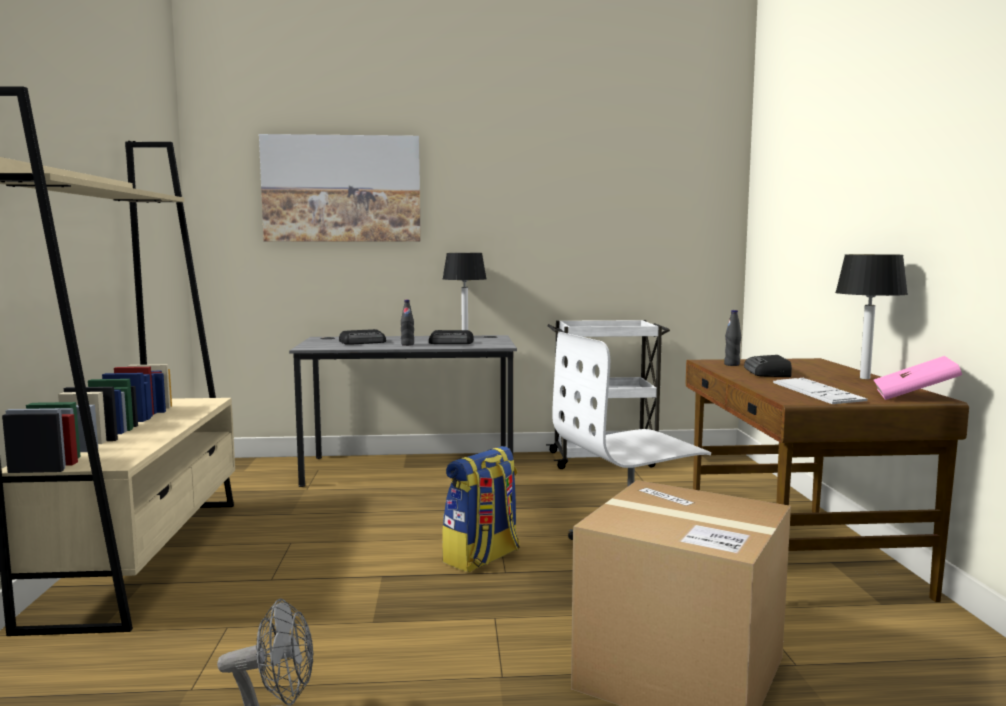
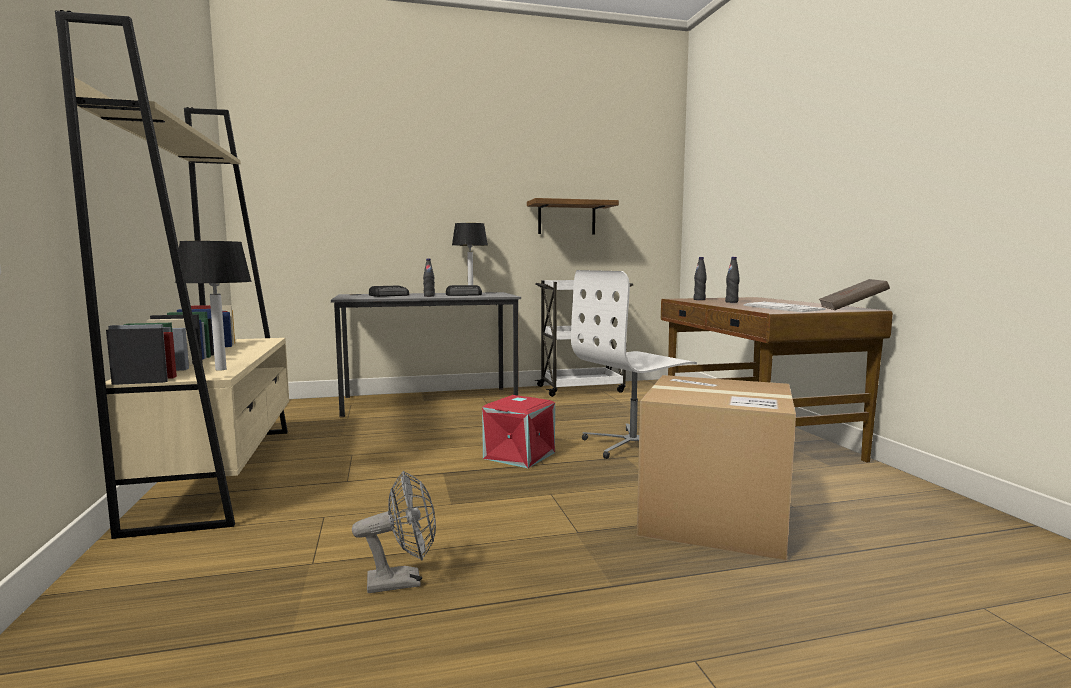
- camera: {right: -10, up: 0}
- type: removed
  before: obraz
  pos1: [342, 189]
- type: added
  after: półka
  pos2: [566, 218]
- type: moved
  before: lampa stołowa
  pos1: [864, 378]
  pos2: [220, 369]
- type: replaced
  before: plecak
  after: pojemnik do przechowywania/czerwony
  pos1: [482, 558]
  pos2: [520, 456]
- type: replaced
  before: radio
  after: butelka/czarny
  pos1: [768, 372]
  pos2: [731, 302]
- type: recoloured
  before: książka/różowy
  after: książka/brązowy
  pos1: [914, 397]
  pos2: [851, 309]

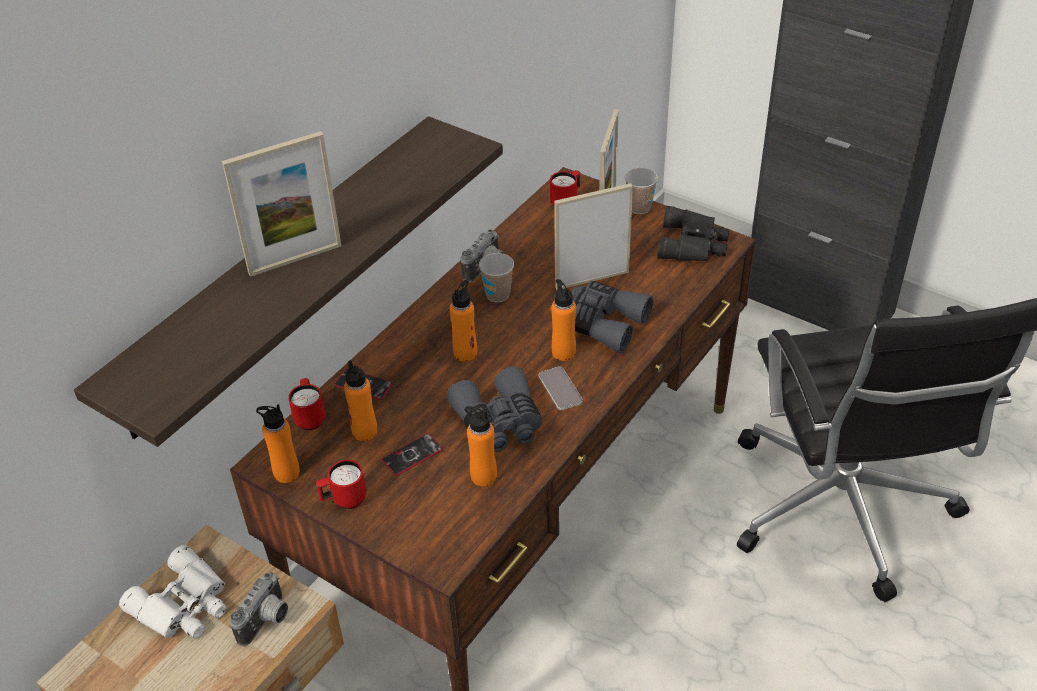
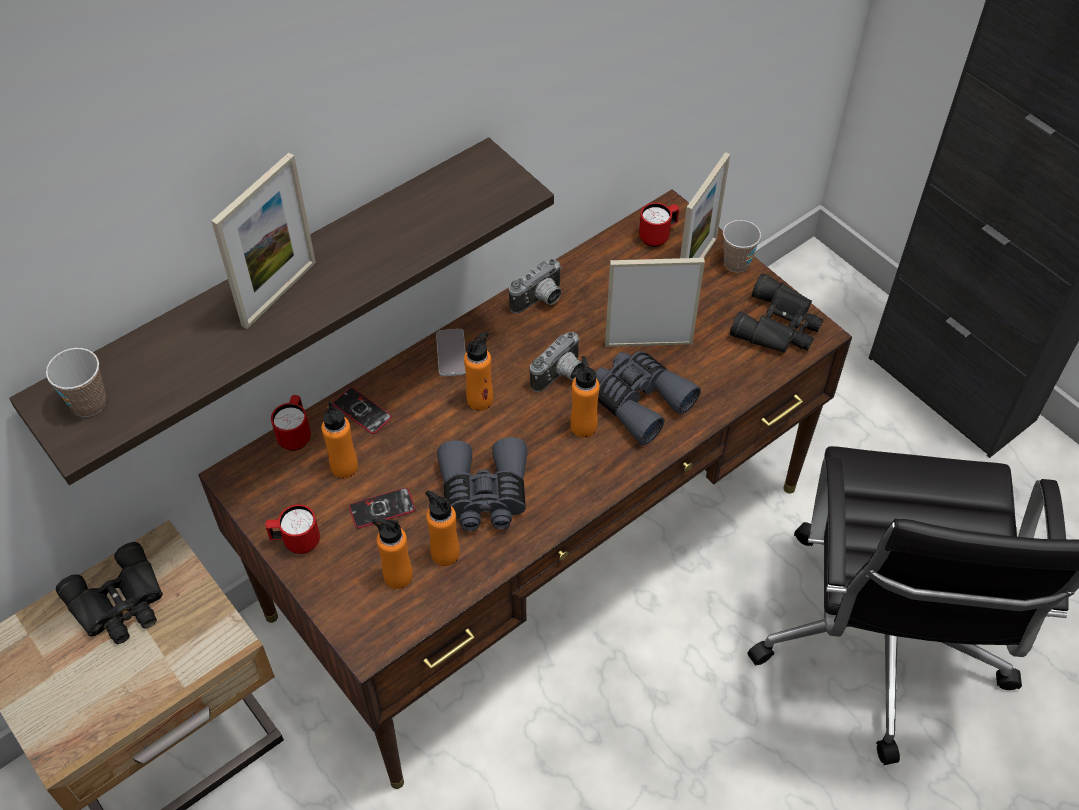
- camera: {right: 15, up: 10}
- type: moved
  before: aparat fotograficzny
  pos1: [267, 621]
  pos2: [560, 376]
- type: moved
  before: butelka/pomarańczowy
  pos1: [286, 473]
  pos2: [398, 576]
- type: moved
  before: filiżanka
  pos1: [497, 295]
  pos2: [89, 403]
- type: moved
  before: telefon
  pos1: [560, 389]
  pos2: [451, 353]
- type: recoloured
  before: lornetka/biały
  after: lornetka/czarny
  pos1: [184, 605]
  pos2: [120, 604]
- type: turned
  before: ramka na zdjęcie
  pos1: [295, 259]
  pos2: [279, 293]
  turn: -45

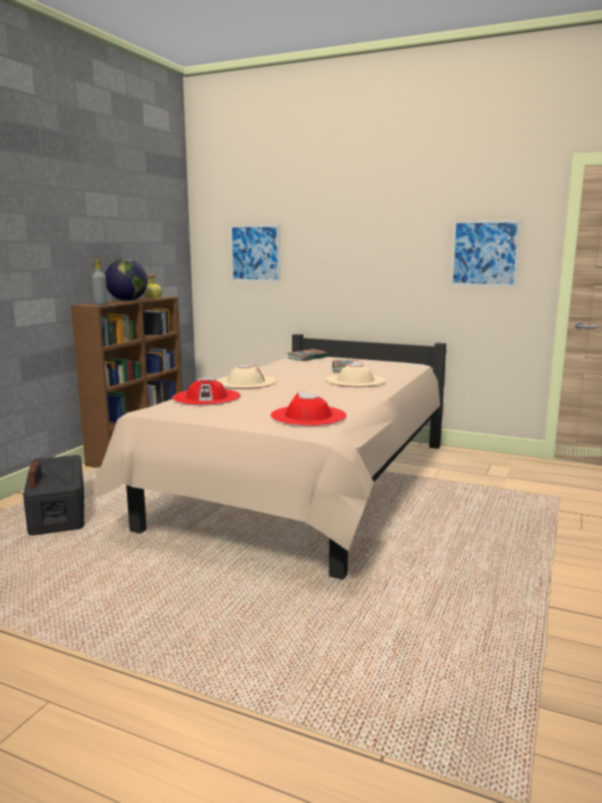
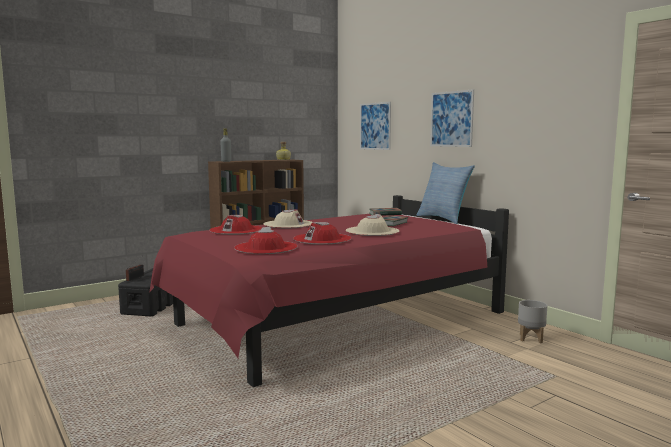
- camera: {right: 30, up: -5}
- type: removed
  before: globus
  pos1: [128, 300]
- type: added
  after: kapelusz/czerwony
  pos2: [322, 239]
- type: added
  after: poduszka
  pos2: [443, 219]
- type: added
  after: donica/szary
  pos2: [531, 338]
- type: moved
  before: obraz
  pos1: [484, 253]
  pos2: [451, 119]
- type: recoloured
  before: łóżko/beżowy
  after: łóżko/czerwony
  pos1: [306, 486]
  pos2: [334, 320]

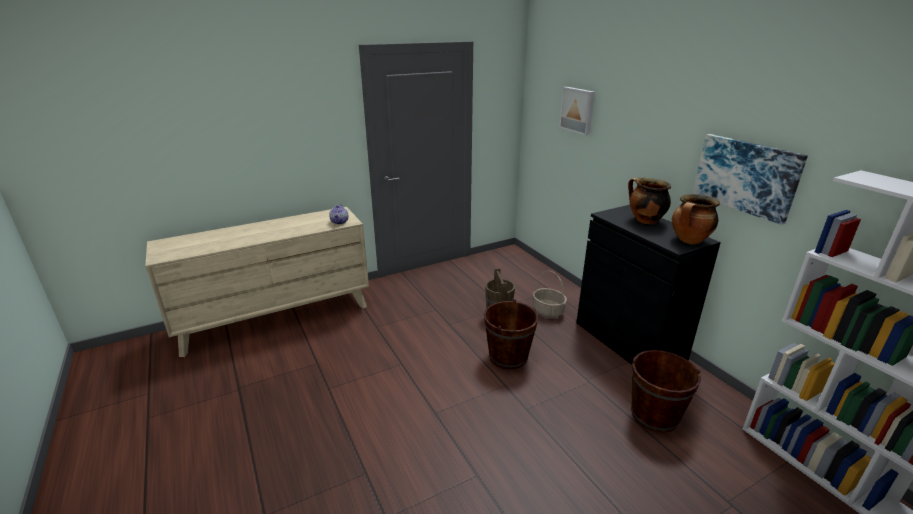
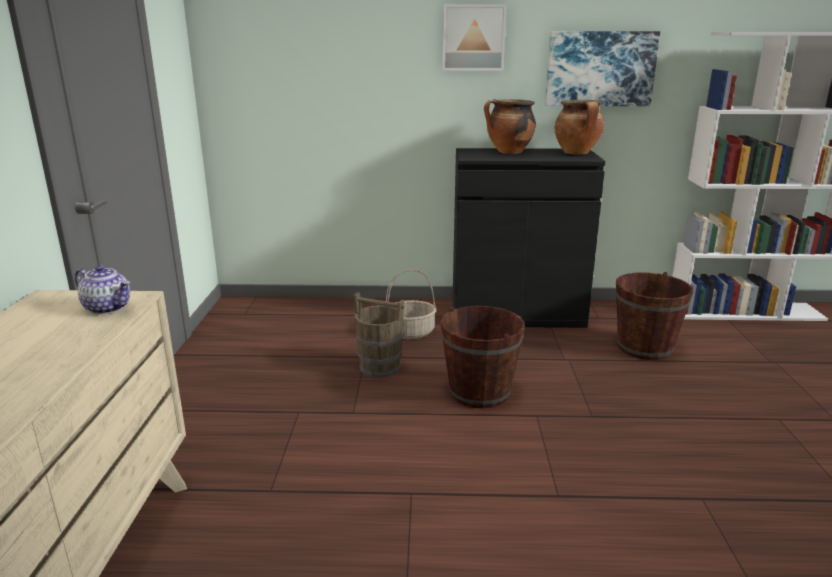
- camera: {right: -60, up: -5}
- type: moved
  before: obraz
  pos1: [578, 110]
  pos2: [473, 38]

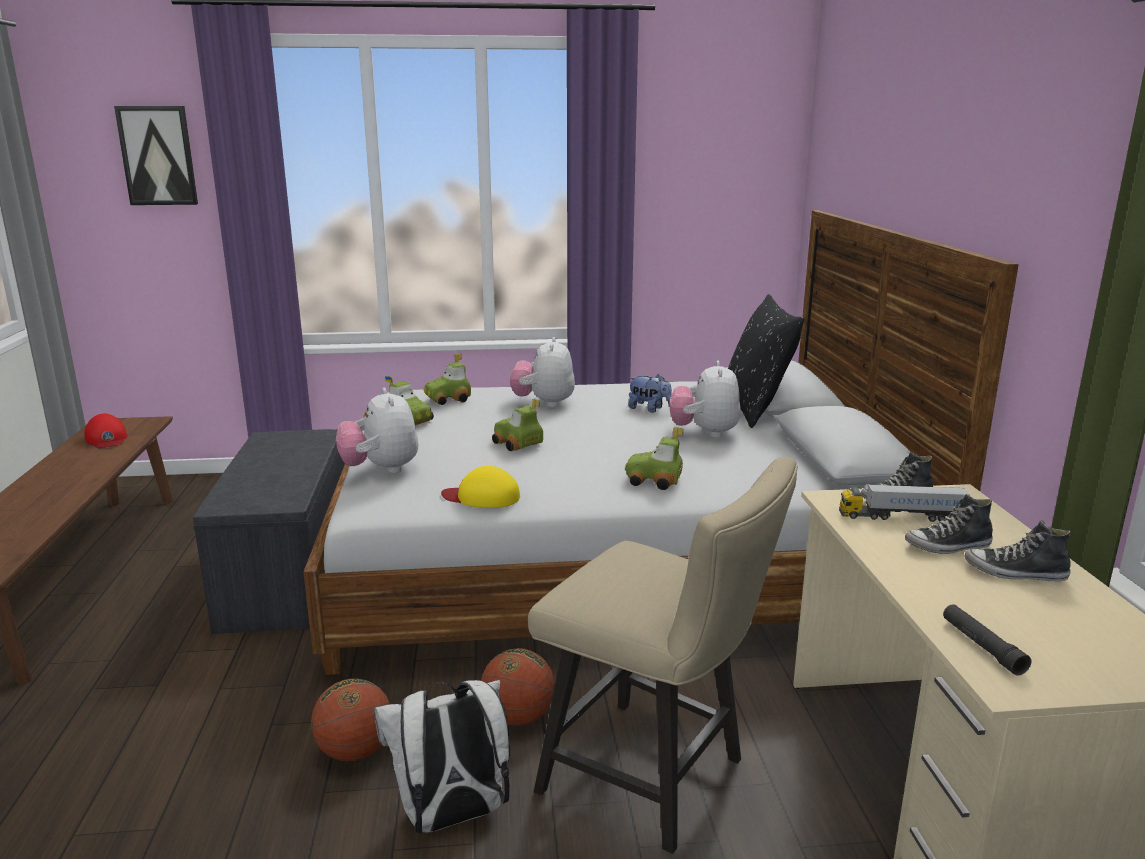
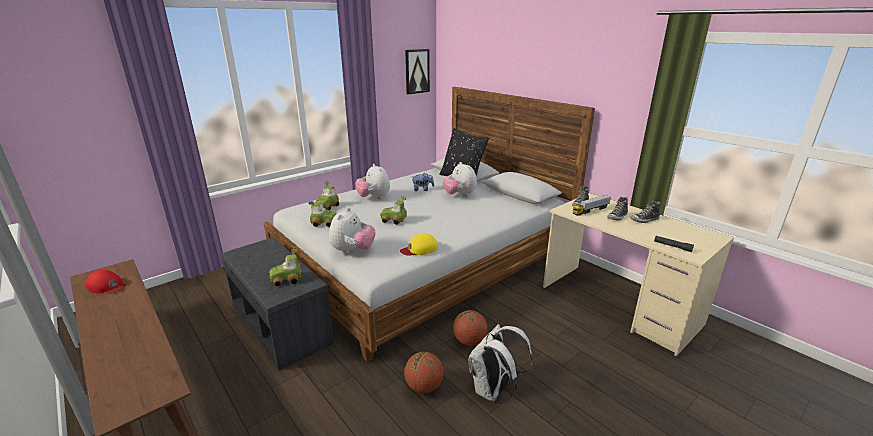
- camera: {right: -35, up: 5}
- type: removed
  before: krzesło/beżowy
  pos1: [655, 779]
- type: moved
  before: obraz
  pos1: [158, 156]
  pos2: [417, 71]
- type: moved
  before: samochodzik
  pos1: [654, 481]
  pos2: [287, 279]
- type: turned
  before: pluszak
  pos1: [381, 470]
  pos2: [353, 251]
  turn: -105

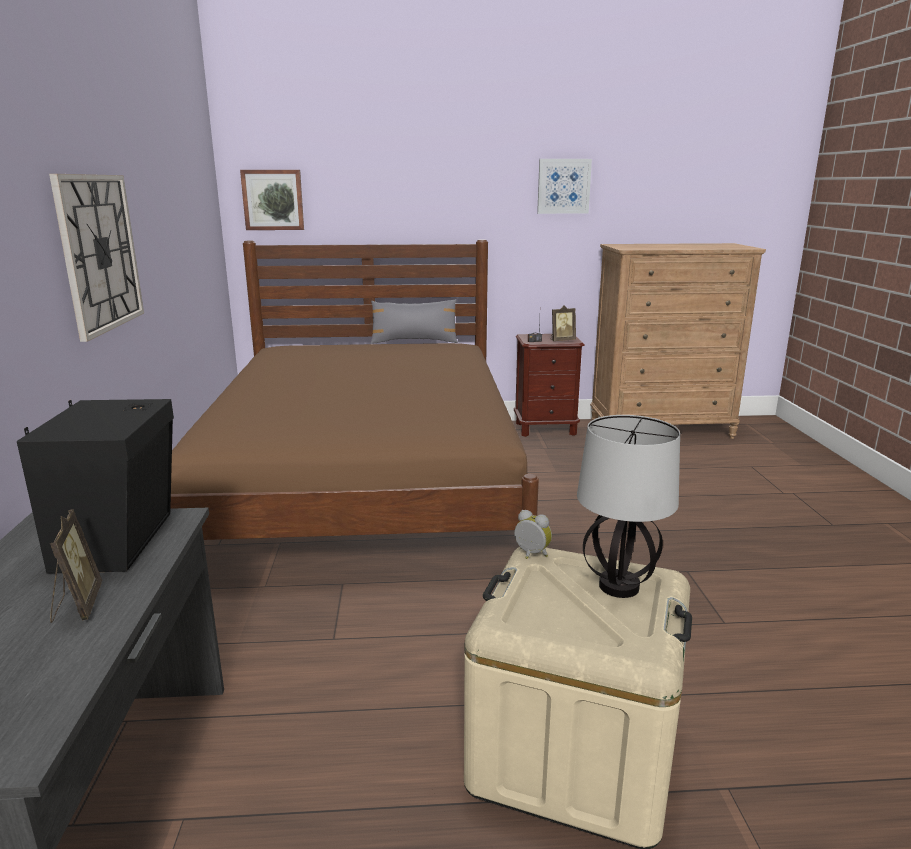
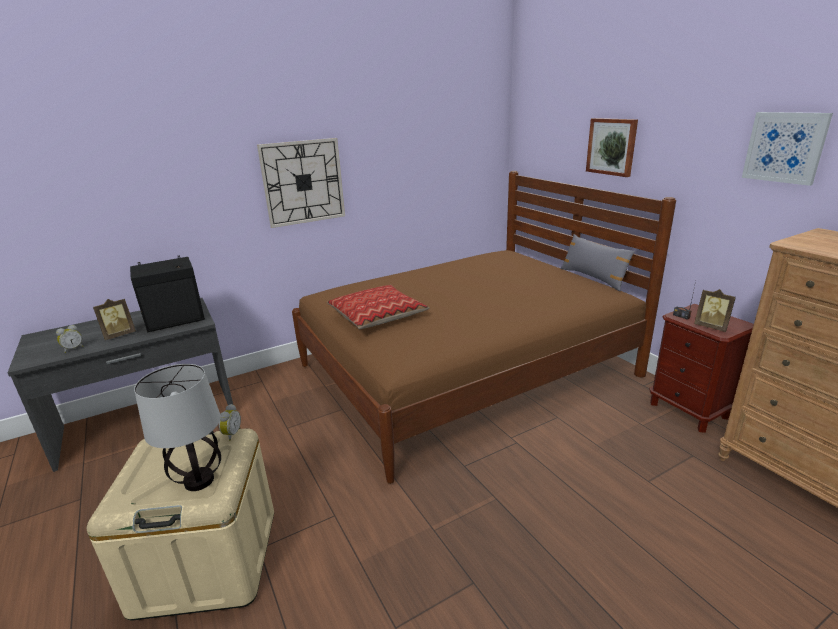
- camera: {right: 65, up: 5}
- type: added
  after: budzik
  pos2: [73, 349]
- type: added
  after: poduszka
  pos2: [377, 315]
- type: moved
  before: obraz
  pos1: [273, 200]
  pos2: [612, 146]

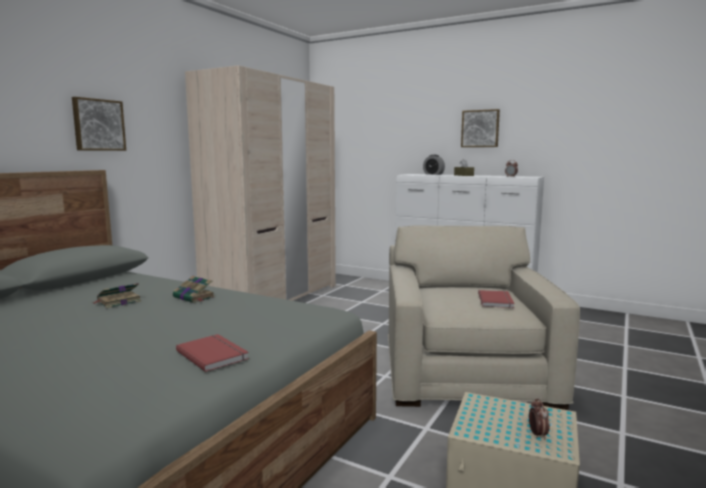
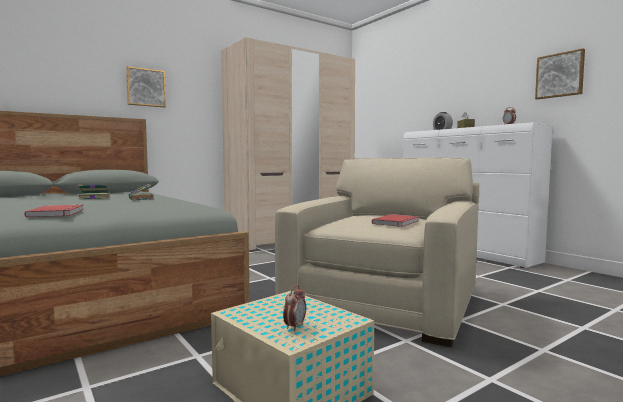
- camera: {right: 25, up: -5}
- type: moved
  before: obraz
  pos1: [480, 128]
  pos2: [560, 75]

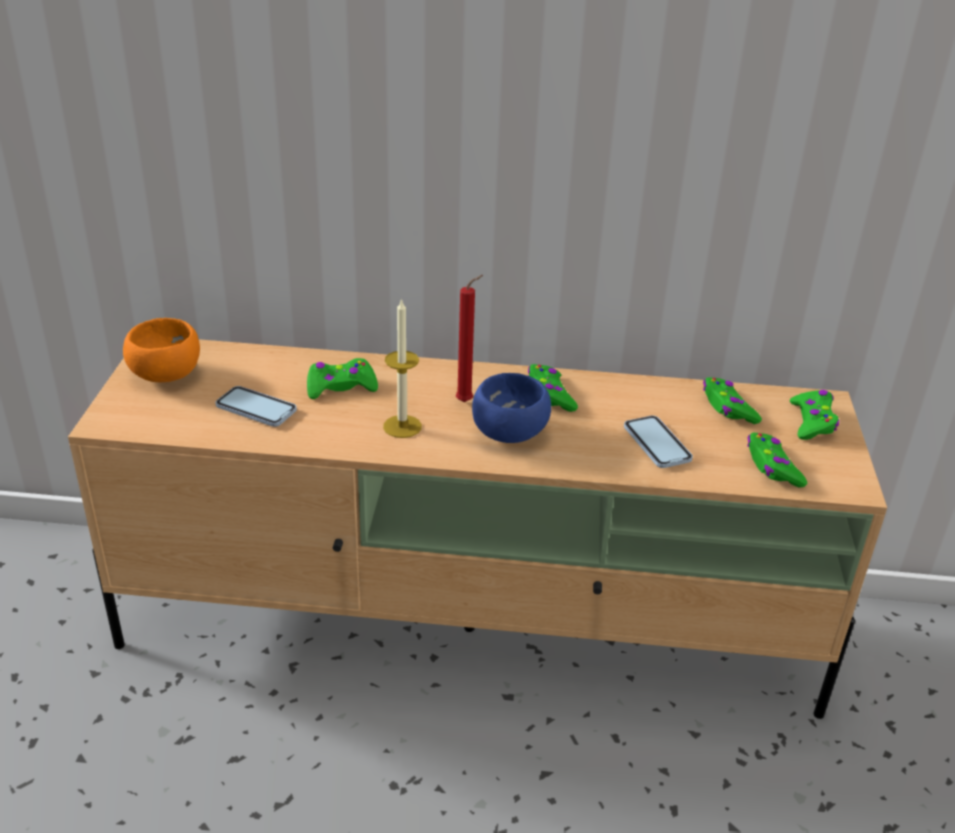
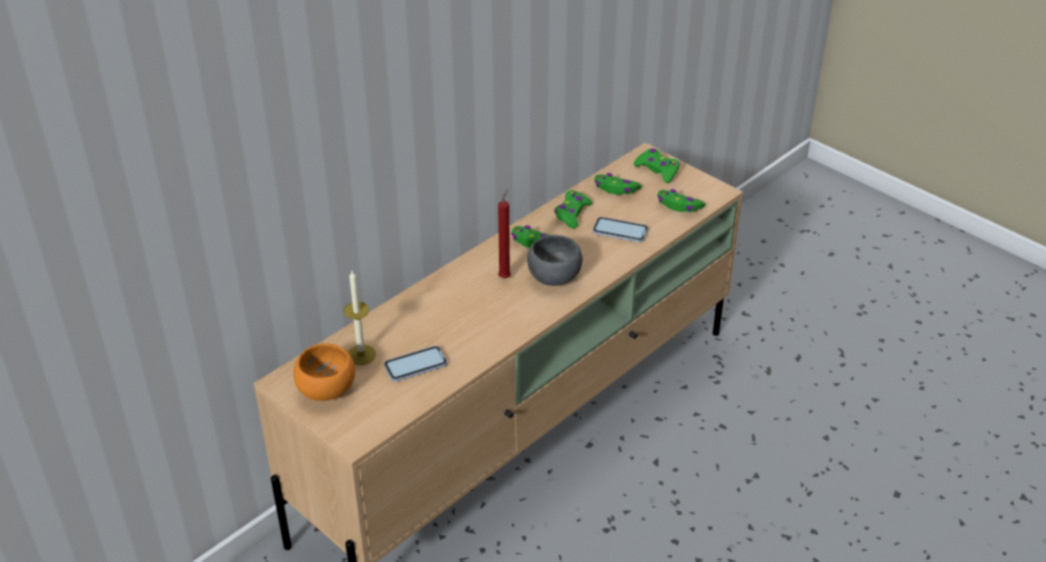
- camera: {right: -50, up: 5}
- type: moved
  before: pad do gier/zielony
  pos1: [340, 387]
  pos2: [572, 214]
- type: moved
  before: świeca
  pos1: [402, 426]
  pos2: [361, 355]
- type: recoloured
  before: miska/niebieski
  after: miska/szary
  pos1: [511, 433]
  pos2: [555, 276]

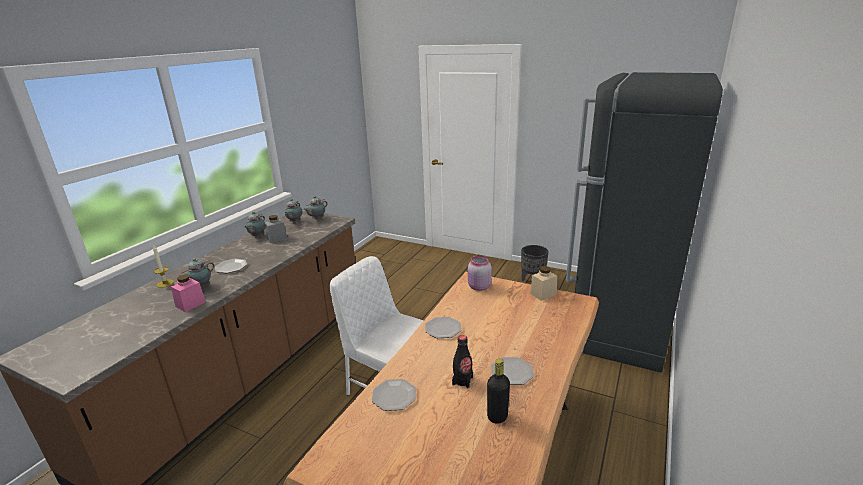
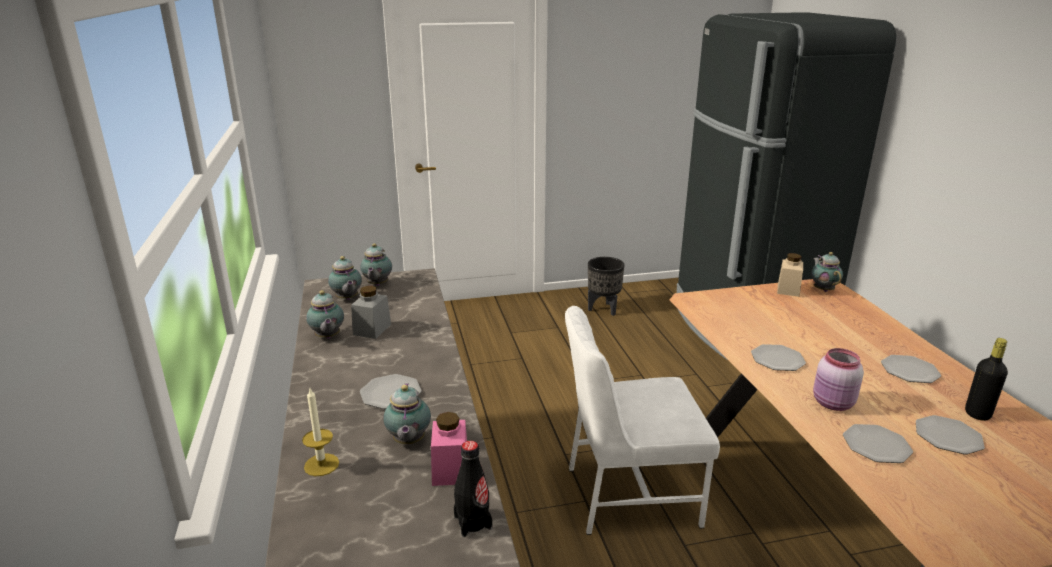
- camera: {right: -40, up: 0}
- type: added
  after: imbryk
  pos2: [823, 289]
- type: added
  after: talerz
  pos2: [947, 436]
- type: moved
  before: butelka/czarny
  pos1: [462, 381]
  pos2: [473, 522]
- type: moved
  before: słoik/różowy
  pos1: [478, 287]
  pos2: [833, 404]

